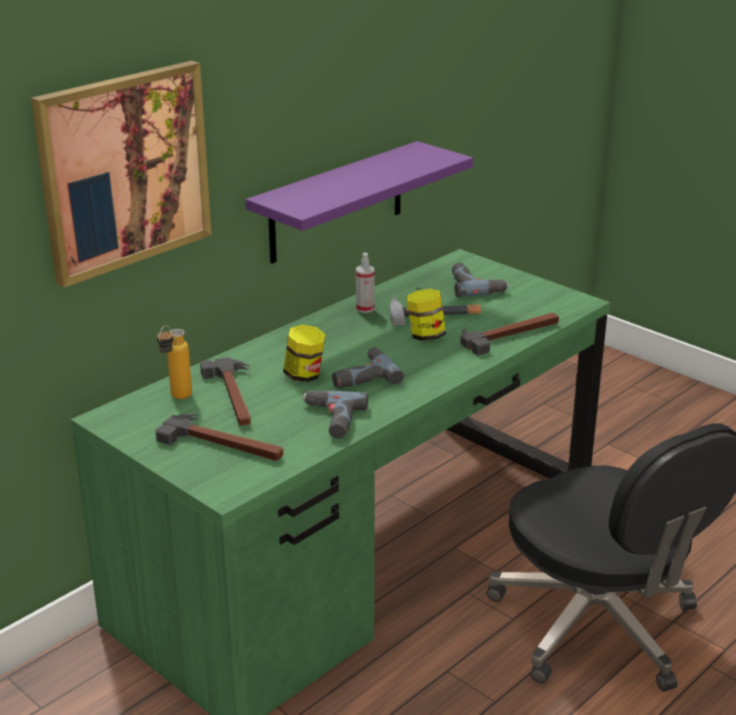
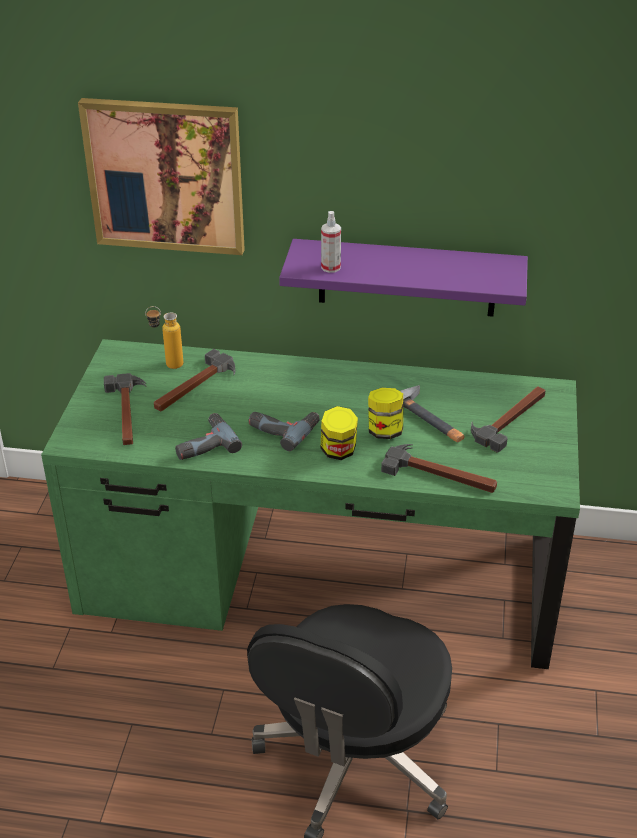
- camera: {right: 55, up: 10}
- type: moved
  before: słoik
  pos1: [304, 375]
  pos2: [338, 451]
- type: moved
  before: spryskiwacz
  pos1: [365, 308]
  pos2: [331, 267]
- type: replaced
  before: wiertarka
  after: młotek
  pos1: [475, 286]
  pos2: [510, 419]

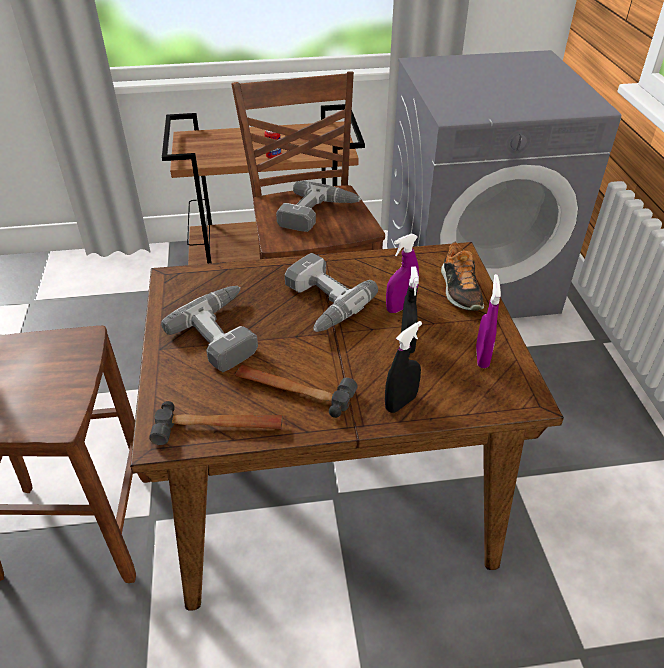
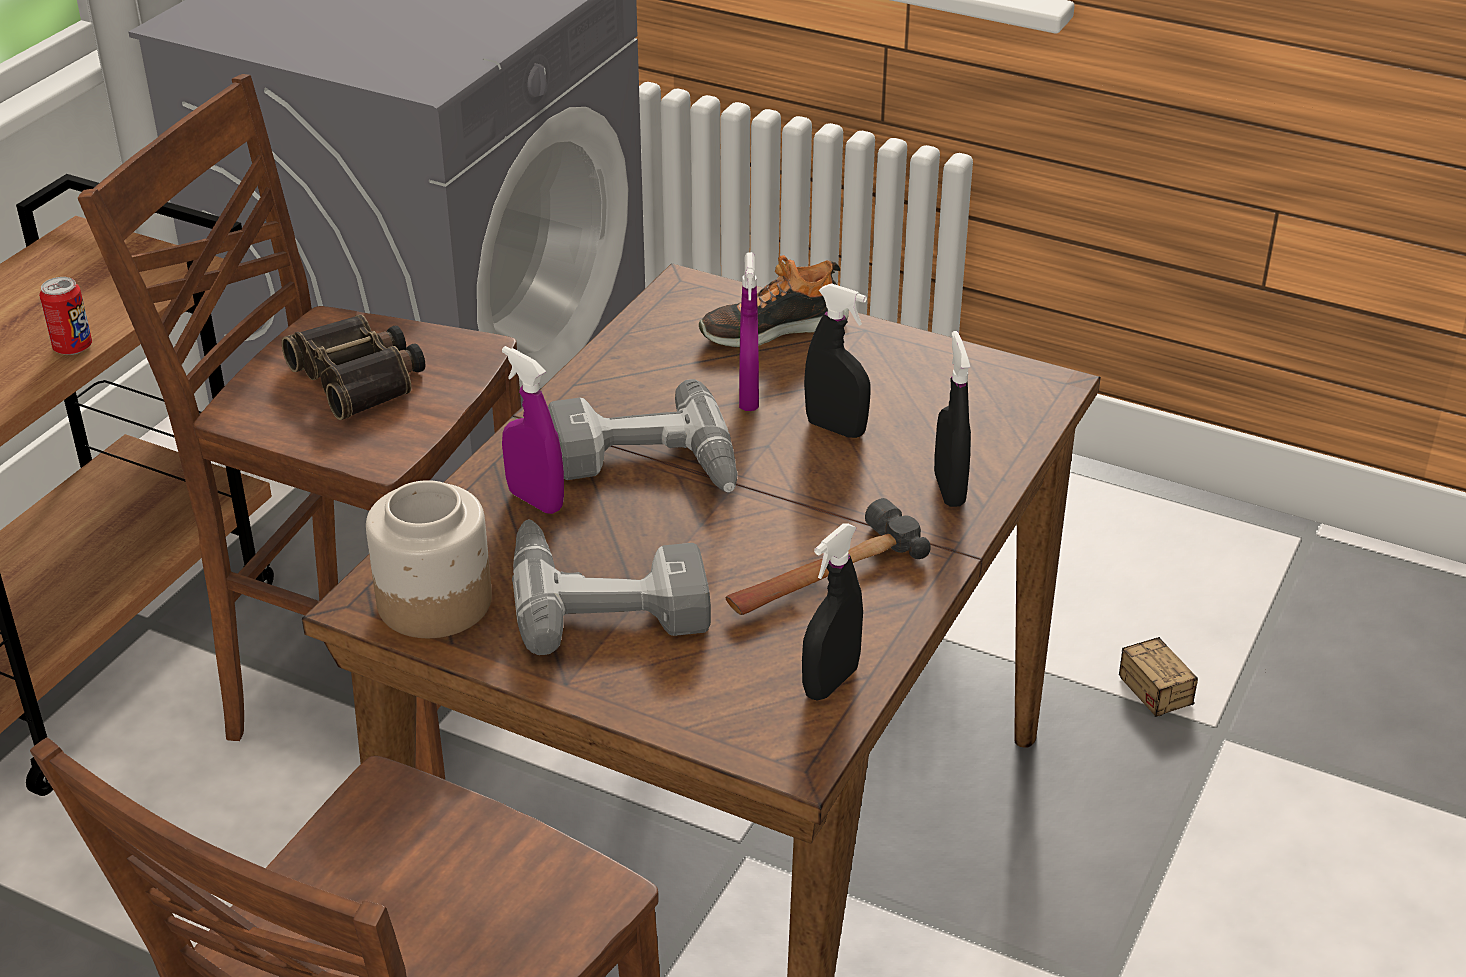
- camera: {right: -55, up: -5}
- type: added
  after: słoik
  pos2: [433, 602]
- type: added
  after: pojemnik do przechowywania
  pos2: [1181, 720]
- type: moved
  before: spryskiwacz/fioletowy
  pos1: [482, 357]
  pos2: [535, 500]
- type: replaced
  before: młotek
  after: spryskiwacz/czarny
  pos1: [219, 428]
  pos2: [830, 682]
- type: replaced
  before: wiertarka
  after: lornetka
  pos1: [318, 214]
  pos2: [360, 378]
- type: turned
  before: but
  pos1: [459, 290]
  pos2: [772, 329]
  turn: 135

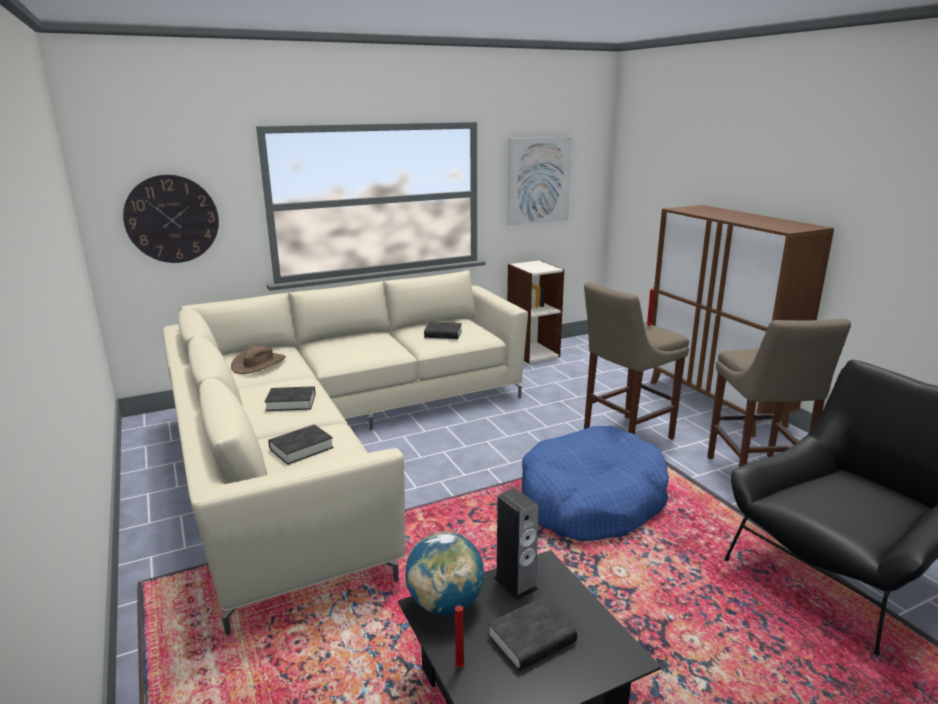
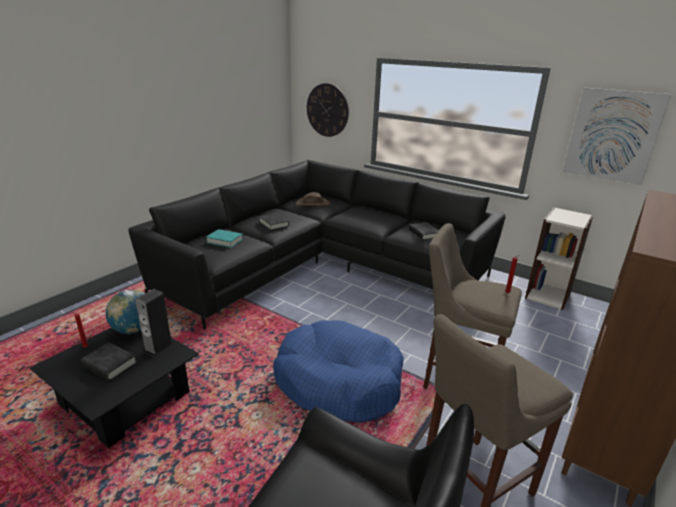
- camera: {right: 60, up: 5}
- type: recoloured
  before: kanapa/beżowy
  after: kanapa/czarny
  pos1: [333, 442]
  pos2: [322, 266]
- type: recoloured
  before: książka/czarny
  after: książka/turkusowy
  pos1: [301, 448]
  pos2: [225, 241]

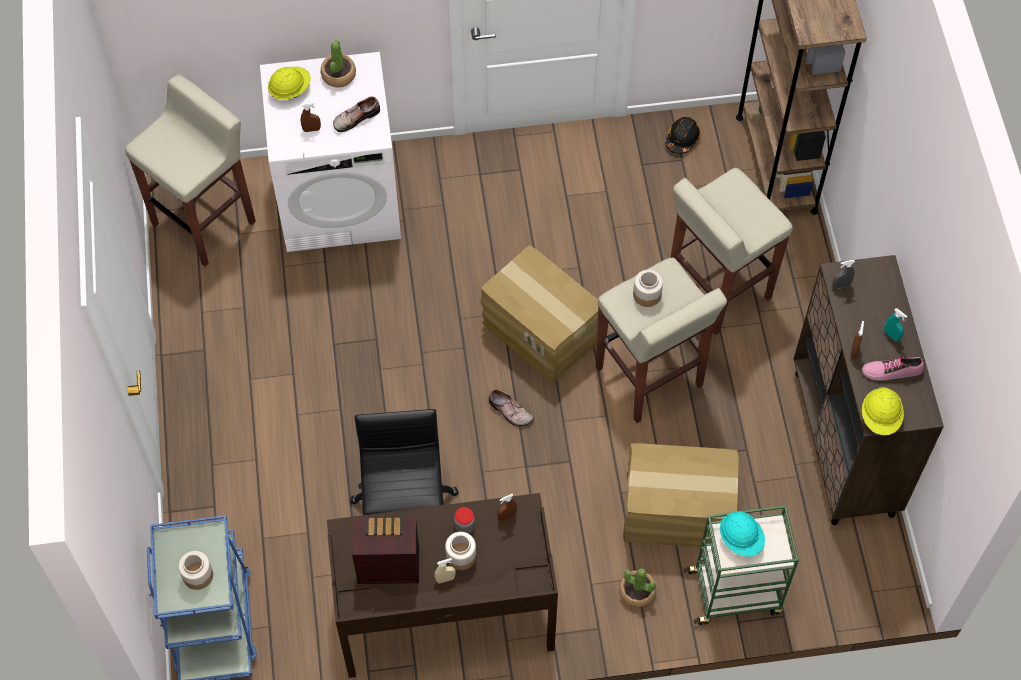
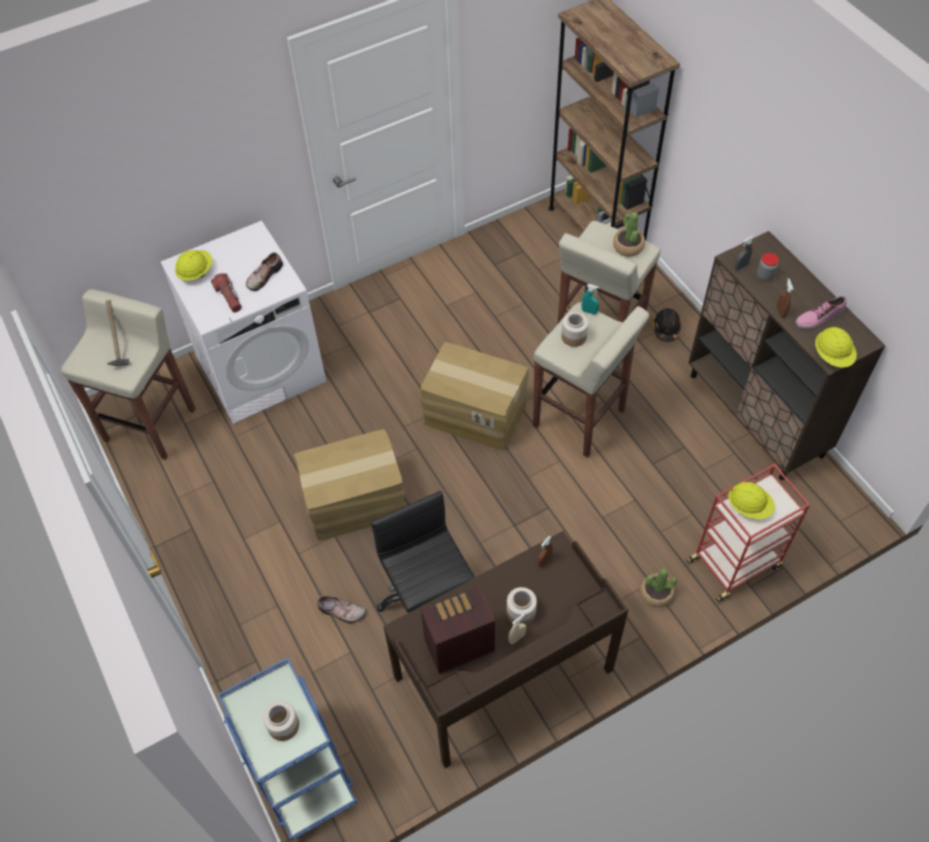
- camera: {right: -20, up: -5}
- type: added
  after: młotek
  pos2: [119, 348]
- type: moved
  before: roślina doniczkowa
  pos1: [338, 75]
  pos2: [628, 246]
- type: moved
  before: słoik
  pos1: [464, 527]
  pos2: [764, 276]
- type: moved
  before: but
  pos1: [509, 411]
  pos2: [341, 612]
- type: moved
  before: karton
  pos1: [676, 512]
  pos2: [354, 502]
- type: moved
  before: kask/czarny
  pos1: [682, 139]
  pos2: [666, 328]
- type: moved
  before: spryskiwacz/turkusowy
  pos1: [891, 335]
  pos2: [589, 311]
- type: replaced
  before: spryskiwacz/brązowy
  after: latarka
  pos1: [311, 129]
  pos2: [228, 297]
- type: recoloured
  before: wózek/zielony
  after: wózek/czerwony
  pos1: [735, 592]
  pos2: [735, 563]
- type: recoloured
  before: kask/turkusowy
  after: kask/żółty
  pos1: [741, 539]
  pos2: [749, 507]

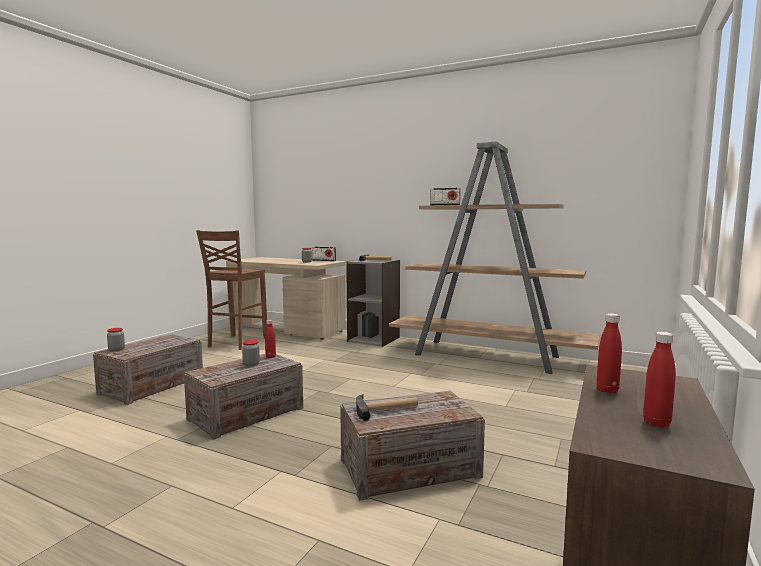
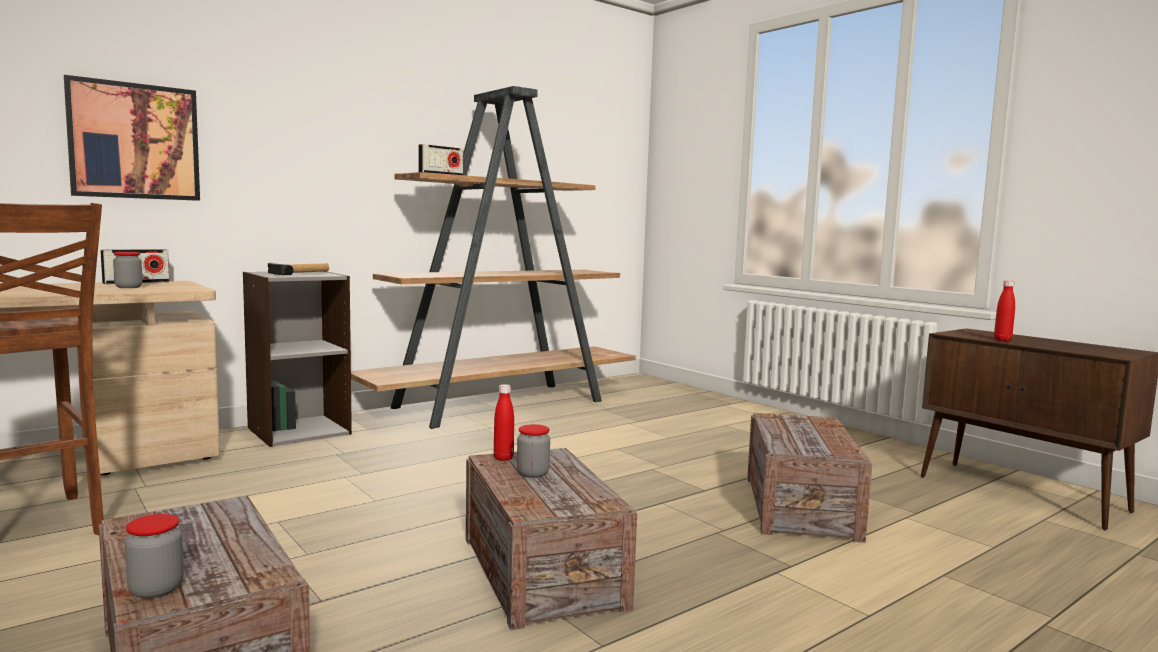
- camera: {right: -65, up: 0}
- type: removed
  before: młotek
  pos1: [387, 409]
- type: removed
  before: butelka/czerwony
  pos1: [656, 423]
- type: added
  after: obraz
  pos2: [134, 141]

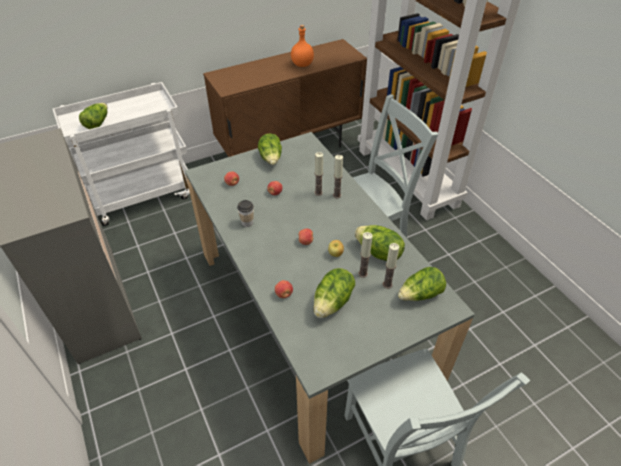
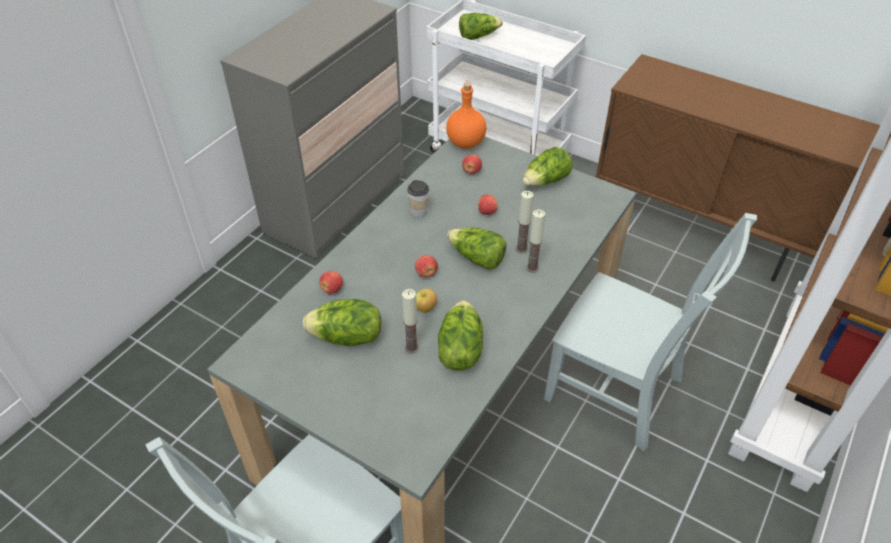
- camera: {right: 60, up: 0}
- type: removed
  before: świeca
  pos1: [387, 284]
- type: moved
  before: butelka/pomarańczowy
  pos1: [302, 64]
  pos2: [466, 143]
- type: moved
  before: sałata
  pos1: [420, 294]
  pos2: [477, 258]

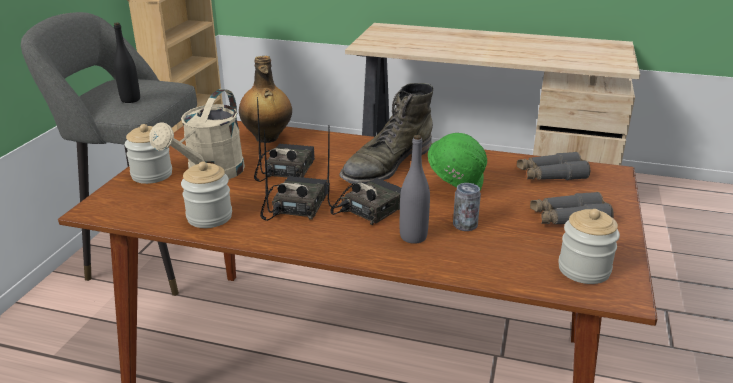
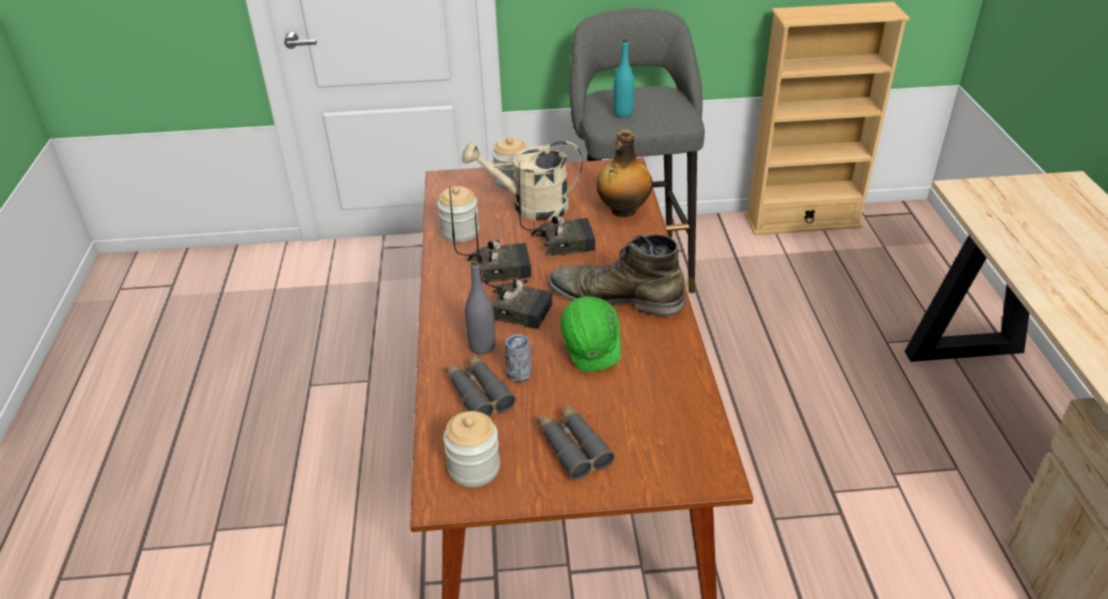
- camera: {right: 70, up: 10}
- type: moved
  before: lornetka/szary
  pos1: [551, 175]
  pos2: [478, 393]
- type: recoloured
  before: butelka/czarny
  after: butelka/turkusowy
  pos1: [130, 100]
  pos2: [623, 113]

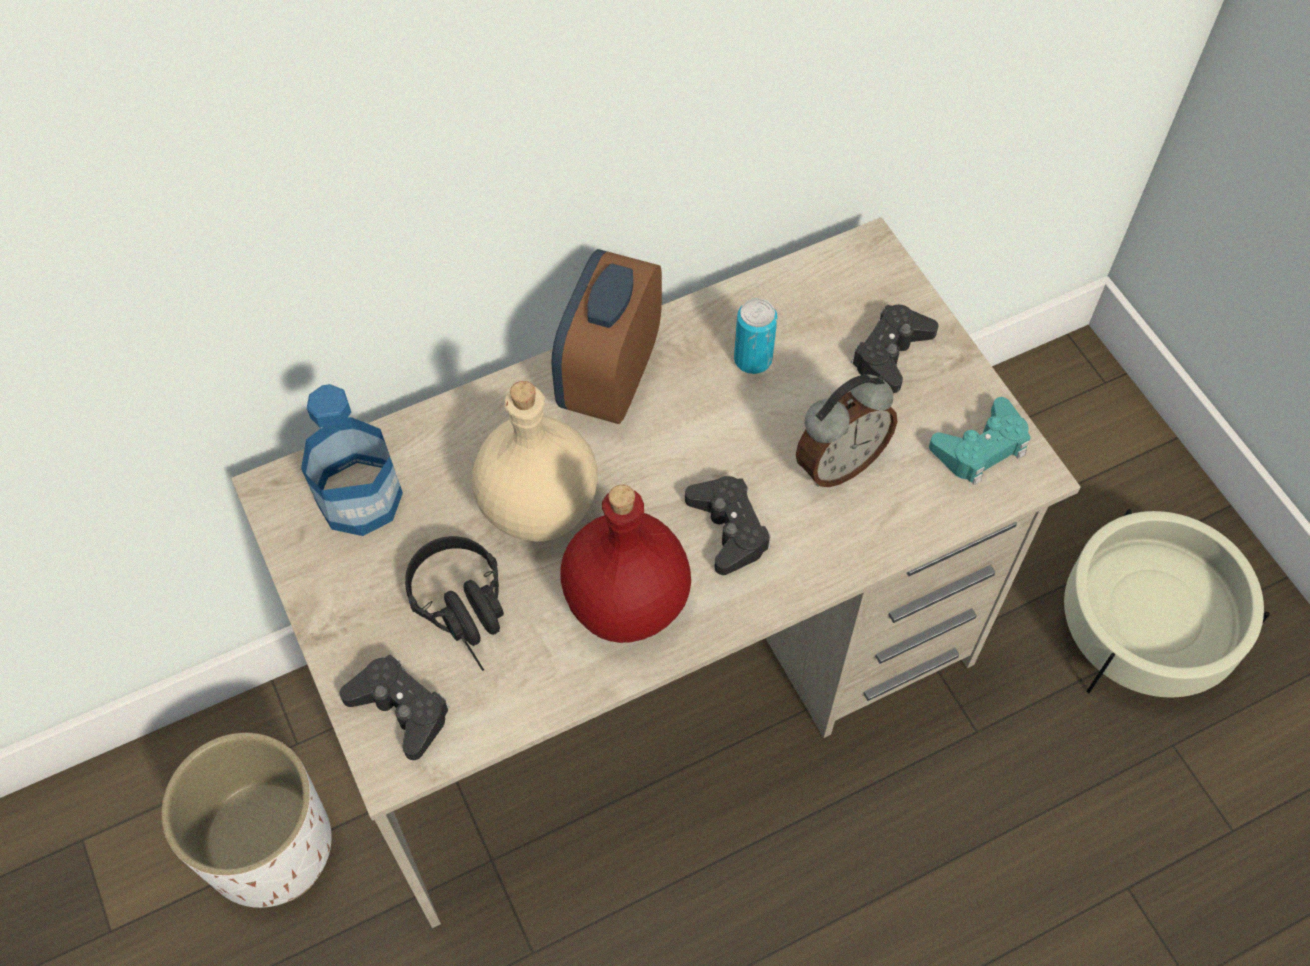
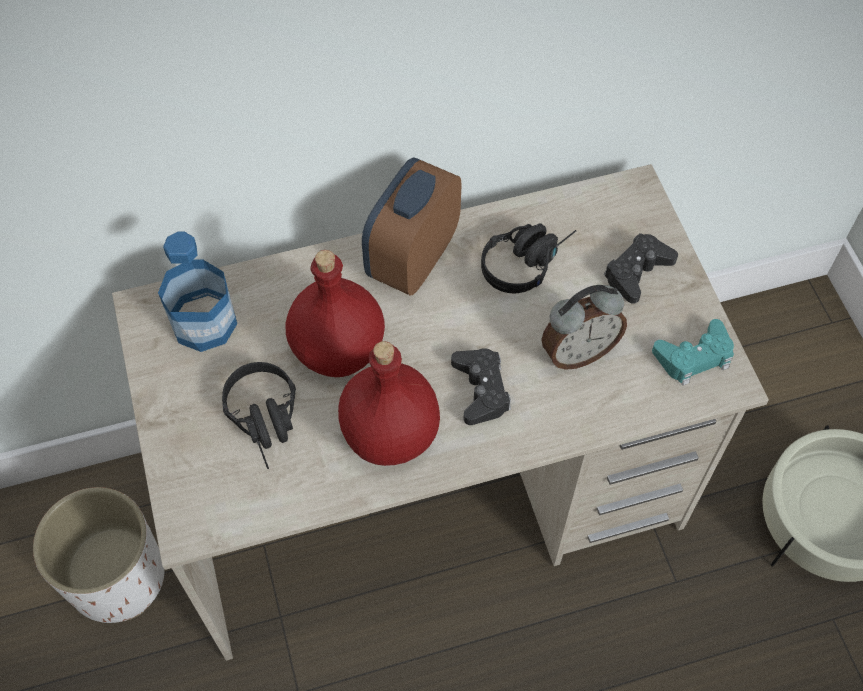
- camera: {right: 10, up: 0}
- type: removed
  before: pad do gier/czarny
  pos1: [400, 709]
- type: replaced
  before: puszka
  after: słuchawki/czarny
  pos1: [753, 359]
  pos2: [527, 261]
- type: recoloured
  before: butelka/beżowy
  after: butelka/czerwony
  pos1: [537, 508]
  pos2: [336, 351]

